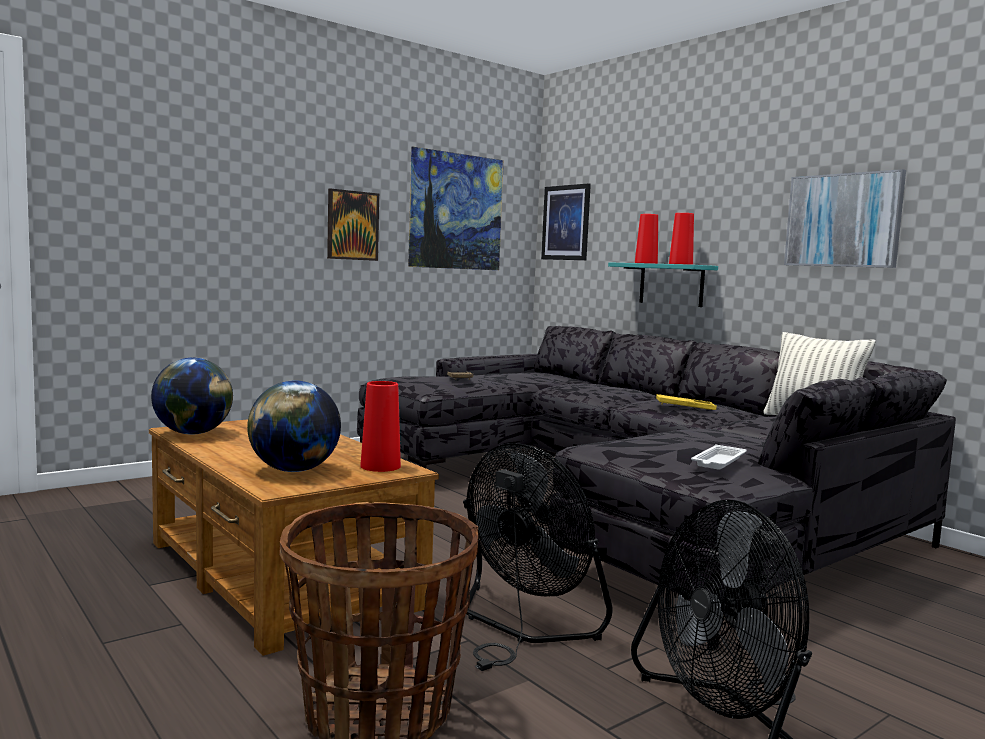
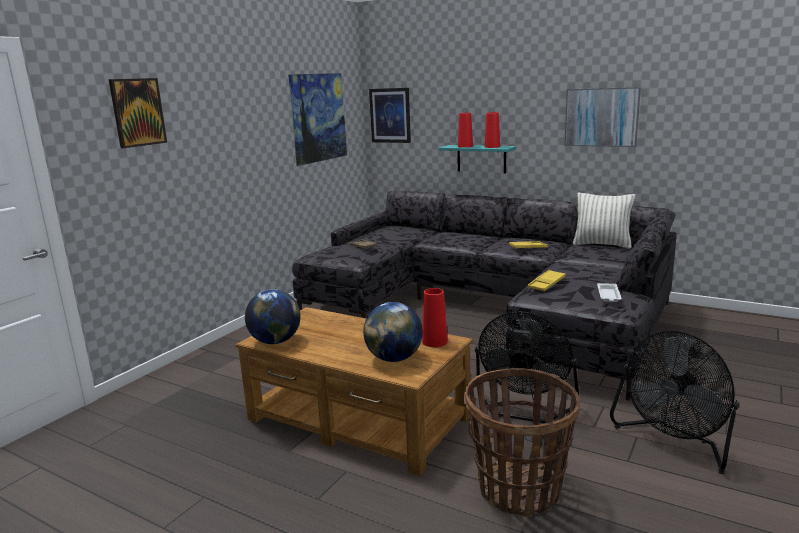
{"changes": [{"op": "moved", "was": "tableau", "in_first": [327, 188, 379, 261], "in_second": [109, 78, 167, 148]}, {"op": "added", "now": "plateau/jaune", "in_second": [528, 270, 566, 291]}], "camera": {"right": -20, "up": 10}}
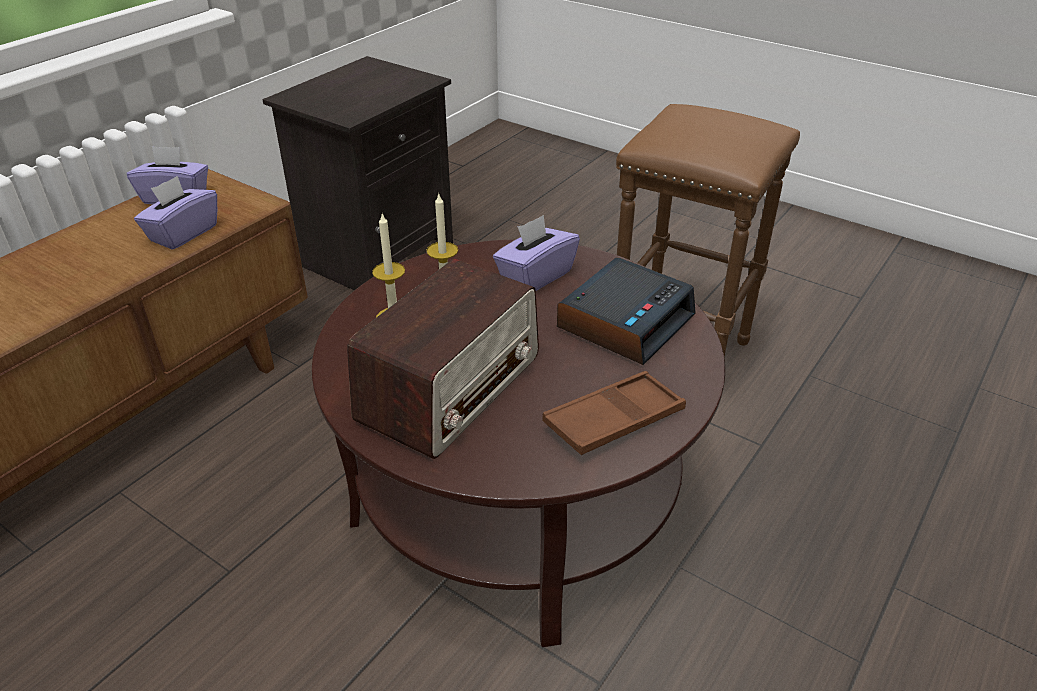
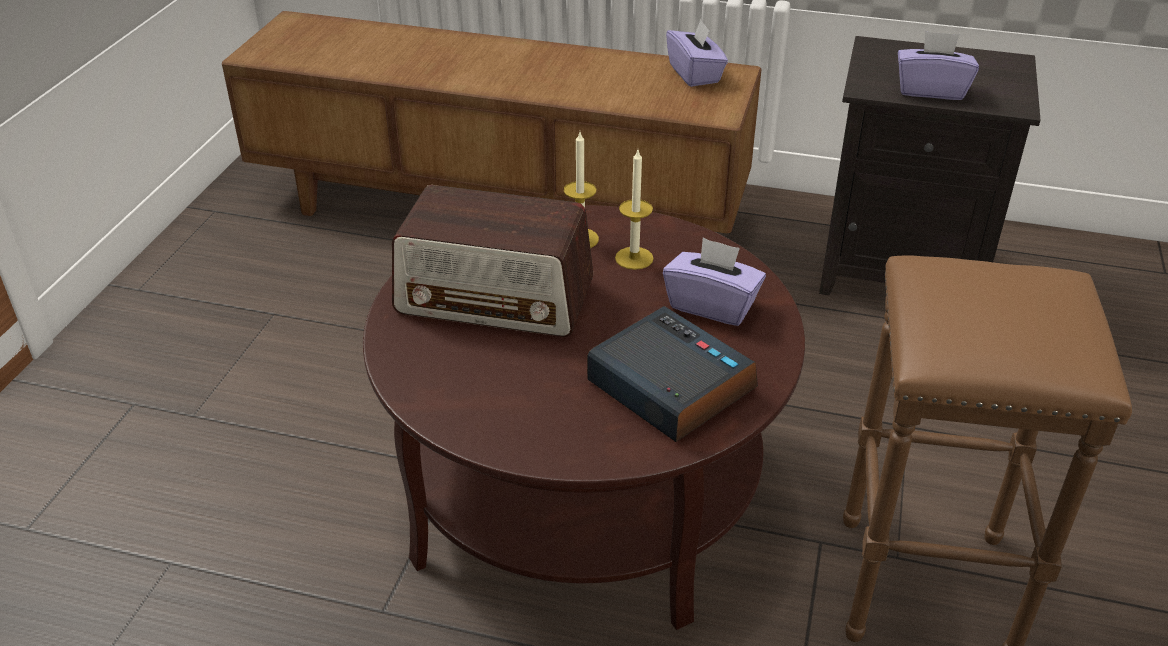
{"changes": [{"op": "moved", "was": "boîte à mouchoirs/violet", "in_first": [134, 176, 217, 250], "in_second": [898, 31, 979, 100]}, {"op": "turned", "was": "réveil", "in_first": [557, 257, 696, 365], "in_second": [587, 306, 758, 442], "clockwise": -150}, {"op": "removed", "was": "plateau/marron", "in_first": [542, 371, 686, 455]}], "camera": {"right": 70, "up": 0}}
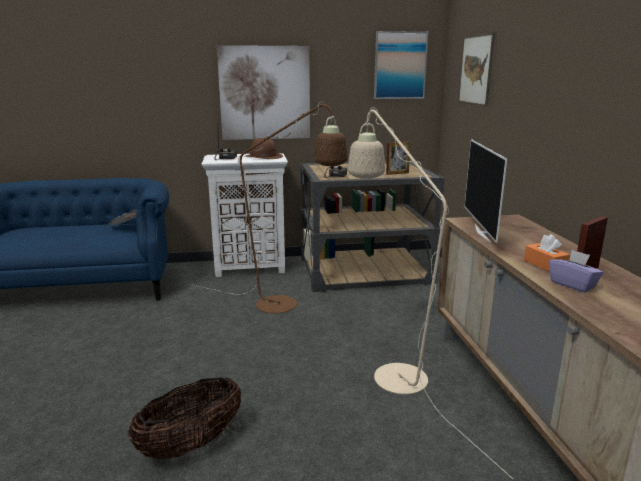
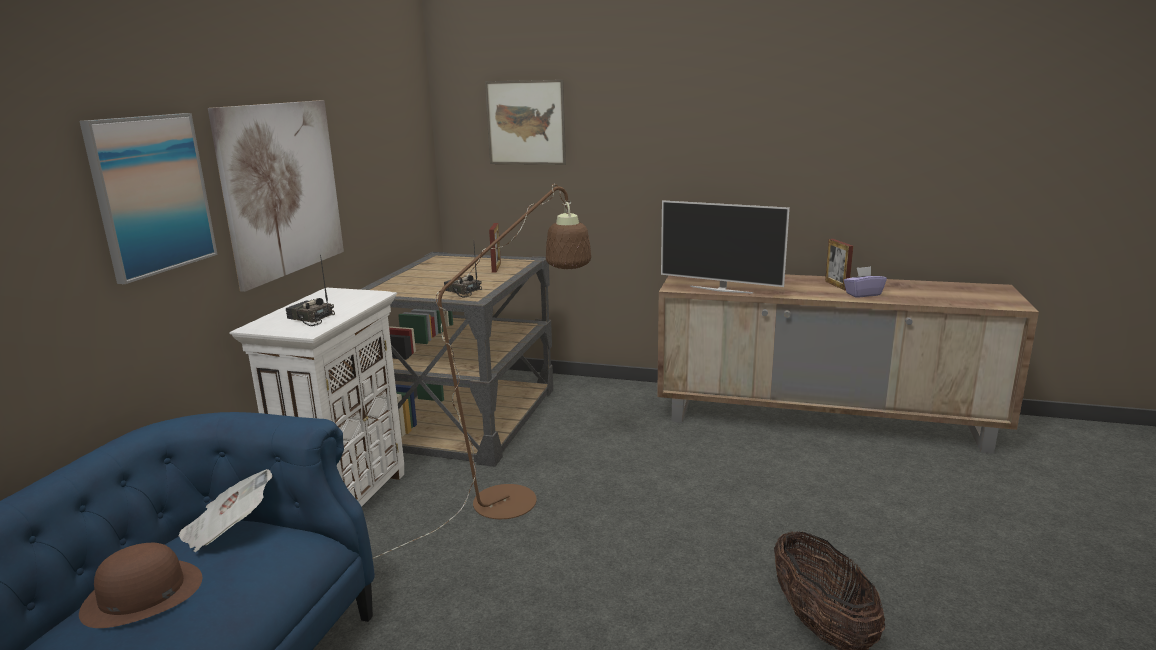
{"changes": [{"op": "moved", "was": "tableau", "in_first": [374, 31, 428, 99], "in_second": [79, 113, 218, 284]}, {"op": "removed", "was": "lampadaire/beige", "in_first": [348, 107, 513, 479]}, {"op": "moved", "was": "chapeau/marron", "in_first": [245, 138, 283, 159], "in_second": [79, 543, 202, 628]}, {"op": "removed", "was": "boîte à mouchoirs/orange", "in_first": [524, 234, 570, 272]}], "camera": {"right": -65, "up": 0}}
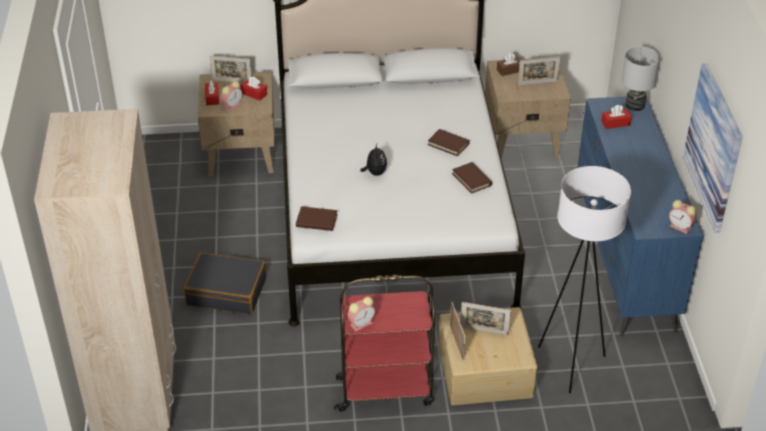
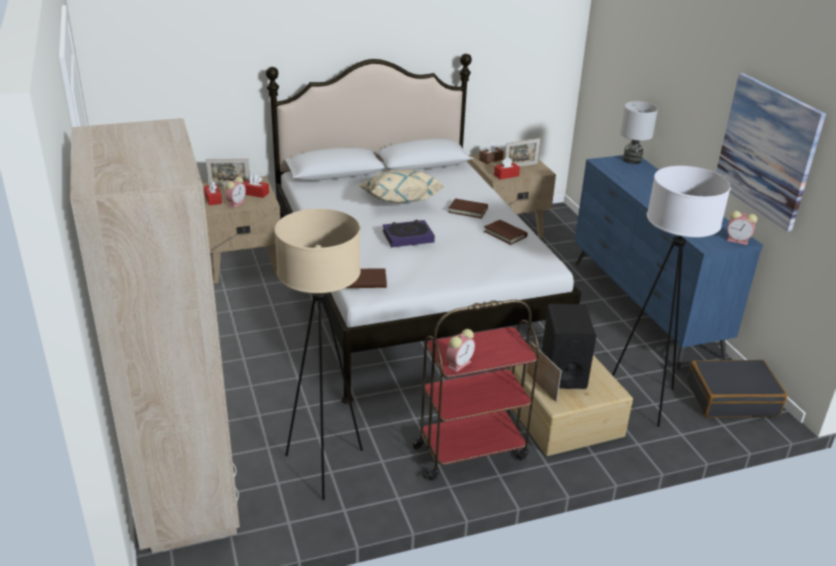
{"changes": [{"op": "moved", "was": "boîte à mouchoirs/rouge", "in_first": [601, 105, 632, 129], "in_second": [494, 157, 520, 180]}, {"op": "replaced", "was": "peluche", "now": "livre", "in_first": [360, 144, 387, 176], "in_second": [382, 220, 435, 247]}, {"op": "moved", "was": "valise/noir", "in_first": [184, 253, 266, 314], "in_second": [687, 360, 787, 418]}, {"op": "replaced", "was": "cadre photo", "now": "enceinte/noir", "in_first": [461, 302, 511, 335], "in_second": [542, 304, 596, 389]}, {"op": "added", "now": "coussin/beige", "in_second": [359, 170, 445, 203]}, {"op": "added", "now": "lampadaire/beige", "in_second": [274, 209, 363, 500]}], "camera": {"right": -15, "up": -10}}
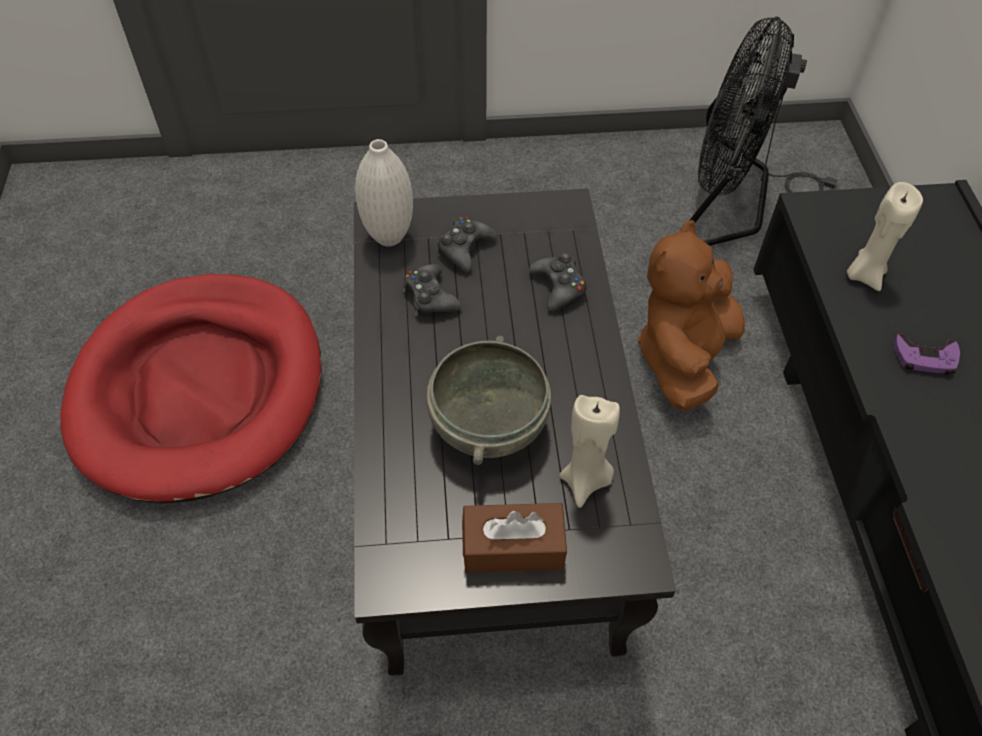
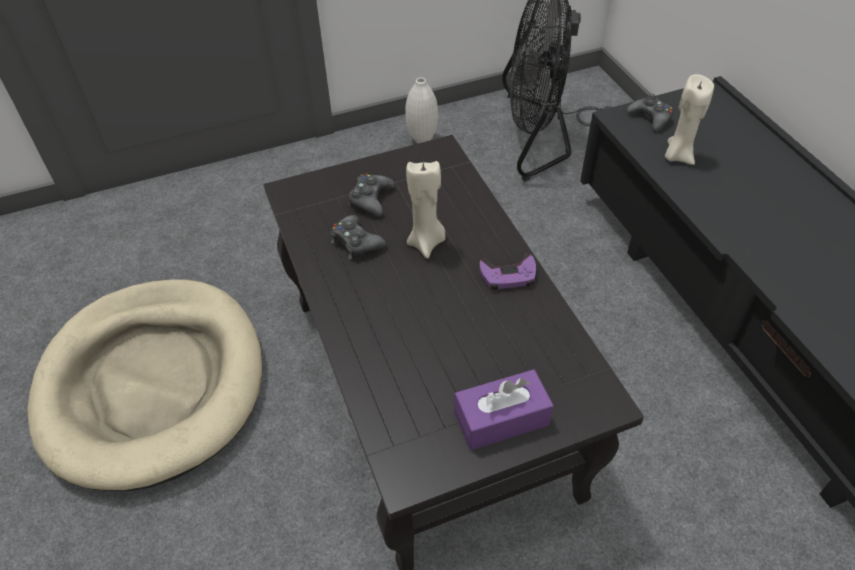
{"changes": [{"op": "moved", "was": "vase/blanc", "in_first": [355, 139, 413, 247], "in_second": [406, 77, 438, 143]}, {"op": "removed", "was": "peluche/marron", "in_first": [637, 220, 745, 411]}, {"op": "moved", "was": "manette/noir", "in_first": [529, 253, 587, 311], "in_second": [627, 93, 674, 131]}, {"op": "recoloured", "was": "panier pour chien/rouge", "now": "panier pour chien/beige", "in_first": [60, 274, 322, 503], "in_second": [28, 279, 262, 491]}, {"op": "moved", "was": "manette/violet", "in_first": [894, 333, 960, 375], "in_second": [479, 254, 536, 290]}, {"op": "removed", "was": "bol/gris", "in_first": [426, 336, 551, 465]}, {"op": "moved", "was": "bougie/beige", "in_first": [559, 395, 620, 508], "in_second": [406, 161, 445, 259]}, {"op": "recoloured", "was": "boîte à mouchoirs/marron", "now": "boîte à mouchoirs/violet", "in_first": [462, 503, 567, 573], "in_second": [454, 369, 554, 450]}], "camera": {"right": -15, "up": -5}}
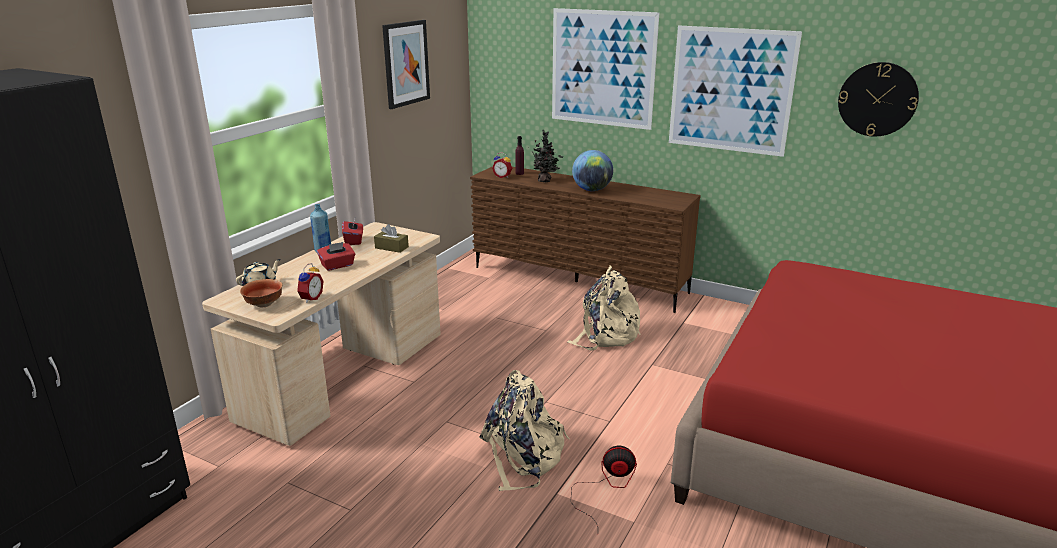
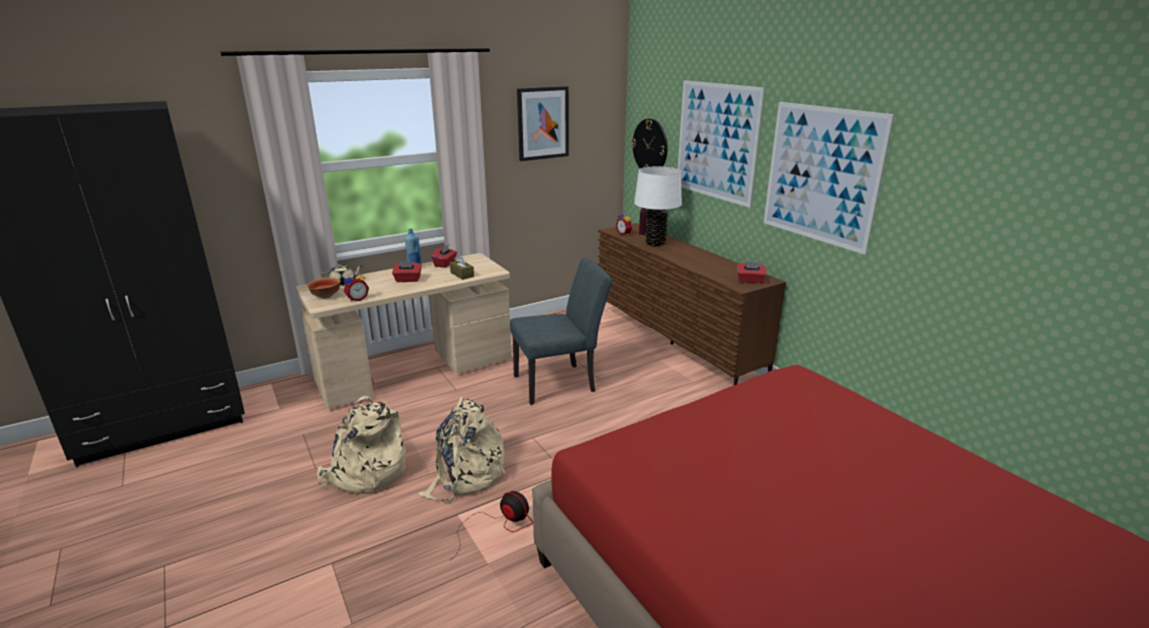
{"changes": [{"op": "moved", "was": "horloge murale", "in_first": [838, 62, 919, 136], "in_second": [631, 119, 668, 169]}, {"op": "replaced", "was": "plante en pot", "now": "lampe de table/blanc", "in_first": [532, 130, 563, 182], "in_second": [634, 166, 682, 247]}, {"op": "removed", "was": "globe", "in_first": [572, 150, 613, 191]}, {"op": "moved", "was": "sac à dos/beige", "in_first": [567, 266, 640, 351], "in_second": [317, 396, 406, 494]}, {"op": "added", "now": "chaise/gris", "in_second": [510, 257, 612, 405]}, {"op": "added", "now": "boîte à mouchoirs/rouge", "in_second": [737, 262, 766, 284]}], "camera": {"right": 30, "up": 0}}
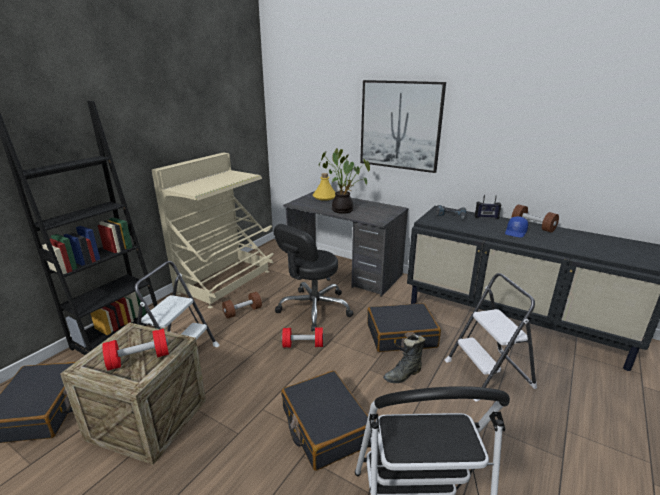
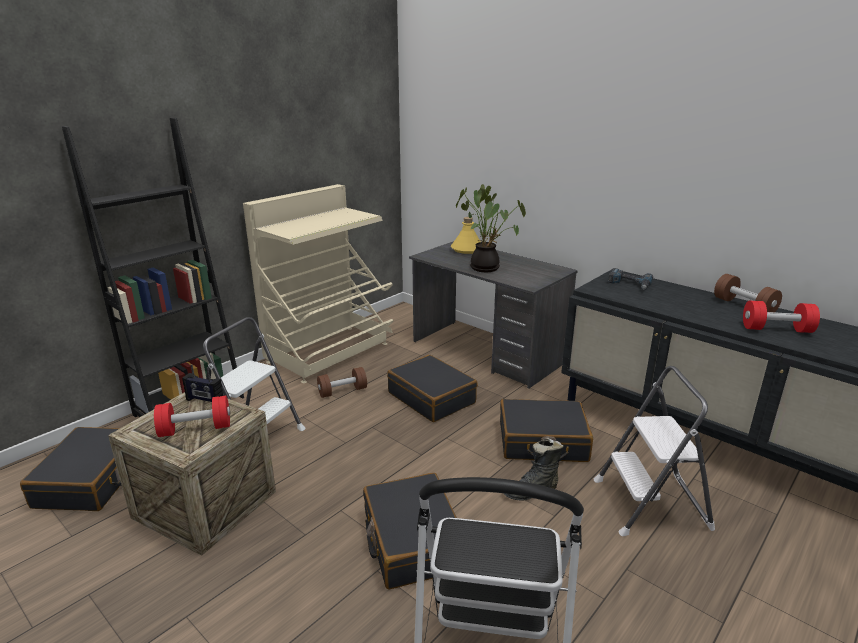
{"changes": [{"op": "removed", "was": "tableau", "in_first": [360, 80, 446, 173]}, {"op": "moved", "was": "radio", "in_first": [475, 195, 501, 219], "in_second": [182, 364, 223, 402]}, {"op": "removed", "was": "casquette/bleu", "in_first": [505, 216, 528, 238]}, {"op": "replaced", "was": "chaise de bureau/noir", "now": "valise/noir", "in_first": [274, 224, 354, 331], "in_second": [387, 355, 478, 422]}, {"op": "moved", "was": "haltère/rouge", "in_first": [282, 327, 324, 348], "in_second": [743, 301, 820, 333]}], "camera": {"right": 10, "up": 0}}
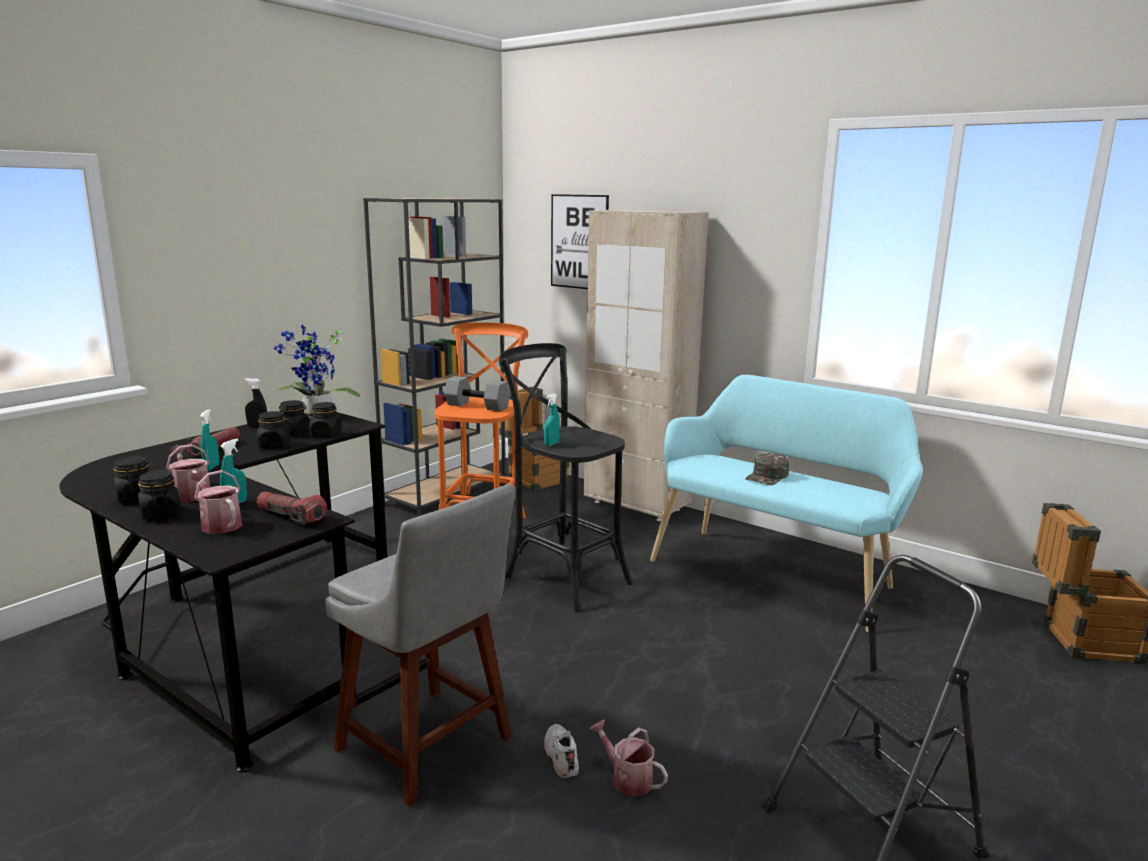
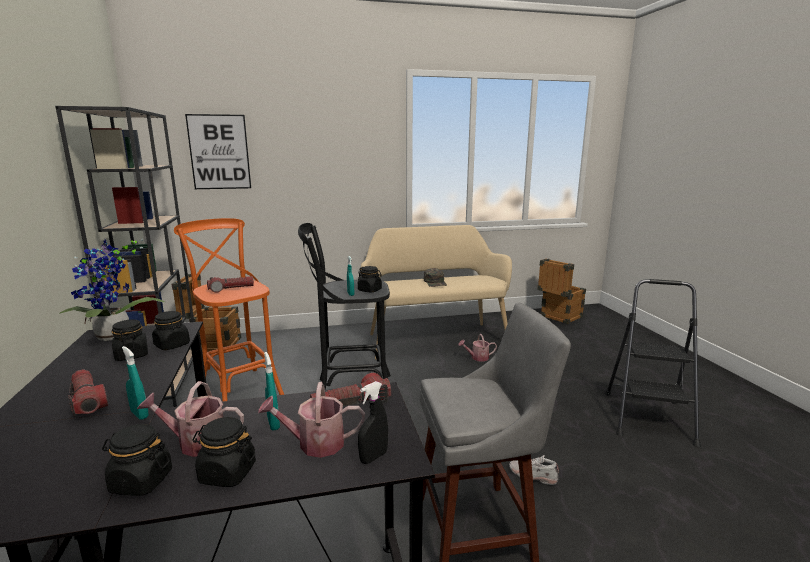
{"changes": [{"op": "removed", "was": "meuble de rangement/beige", "in_first": [584, 210, 708, 521]}, {"op": "recoloured", "was": "banc/turquoise", "now": "banc/beige", "in_first": [650, 375, 923, 633], "in_second": [361, 225, 512, 360]}, {"op": "replaced", "was": "haltère/gris", "now": "lampe de poche", "in_first": [444, 376, 510, 411], "in_second": [207, 276, 254, 293]}, {"op": "moved", "was": "vaporisateur/noir", "in_first": [244, 378, 267, 428], "in_second": [358, 381, 388, 464]}, {"op": "moved", "was": "bocal/noir", "in_first": [257, 411, 290, 448], "in_second": [358, 266, 382, 293]}, {"op": "moved", "was": "arrosoir", "in_first": [589, 720, 668, 797], "in_second": [458, 334, 497, 362]}], "camera": {"right": -50, "up": 0}}
